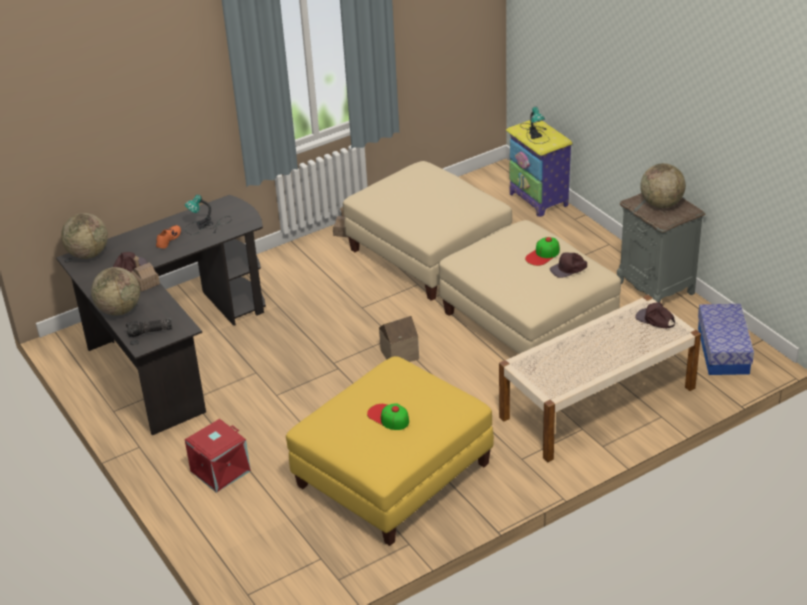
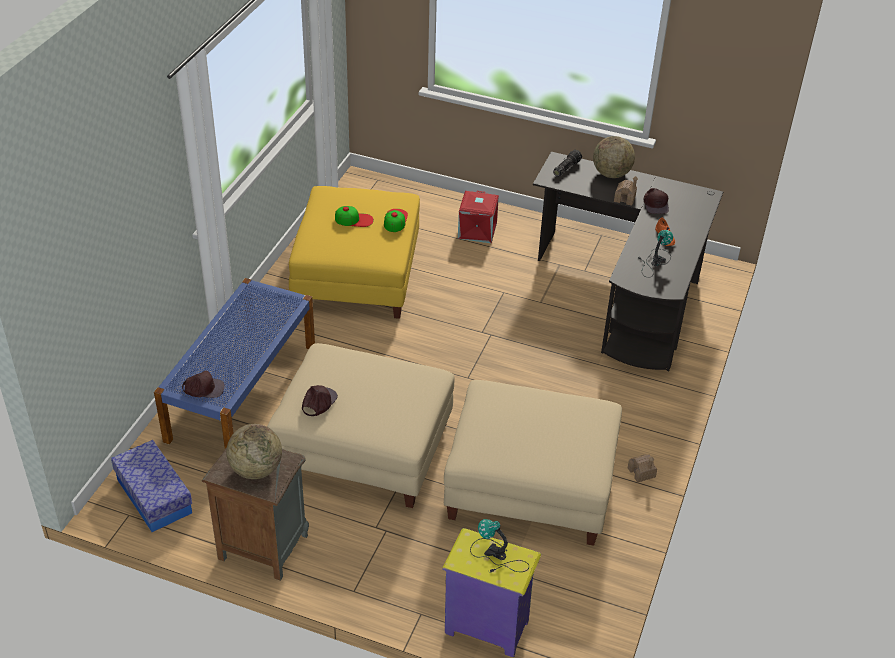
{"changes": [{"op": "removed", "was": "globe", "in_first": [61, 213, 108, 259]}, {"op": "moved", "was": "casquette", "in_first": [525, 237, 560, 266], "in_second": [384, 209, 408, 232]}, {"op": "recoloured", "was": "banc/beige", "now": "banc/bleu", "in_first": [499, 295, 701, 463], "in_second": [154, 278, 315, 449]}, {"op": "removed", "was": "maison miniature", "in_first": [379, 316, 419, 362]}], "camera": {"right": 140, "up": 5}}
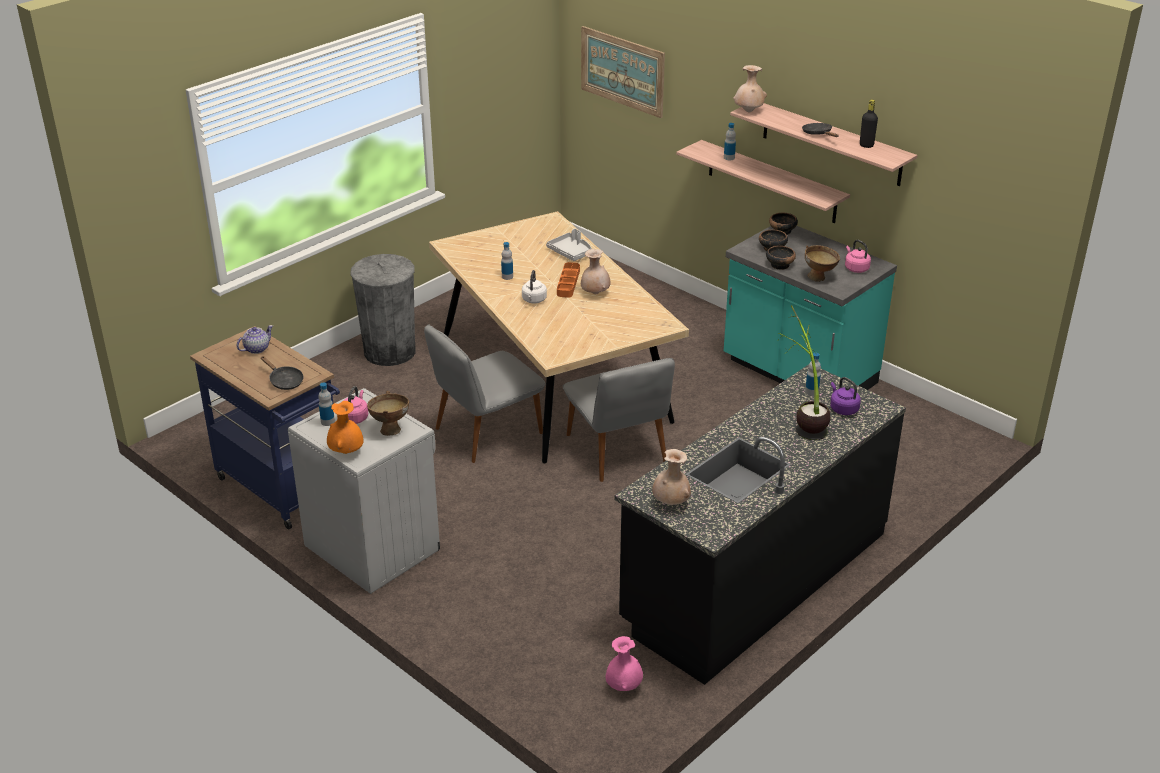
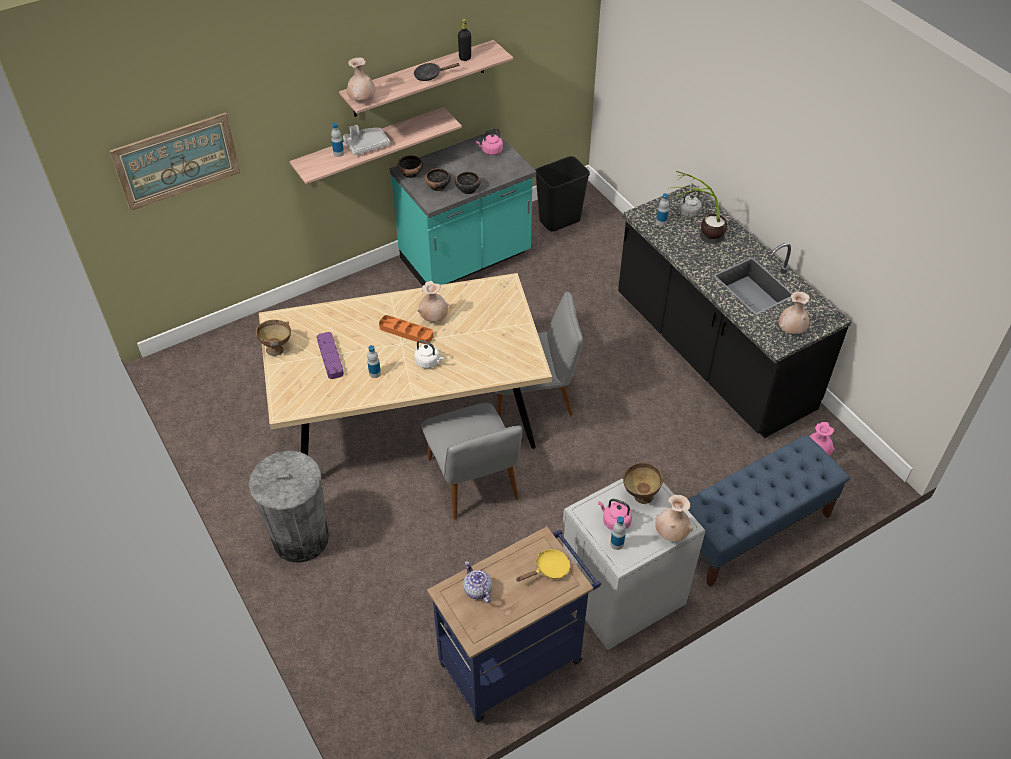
{"changes": [{"op": "moved", "was": "plateau/gris", "in_first": [546, 228, 592, 261], "in_second": [343, 125, 390, 155]}, {"op": "moved", "was": "bol/marron", "in_first": [805, 245, 840, 282], "in_second": [256, 320, 291, 356]}, {"op": "recoloured", "was": "poêle/noir", "now": "poêle/jaune", "in_first": [261, 356, 304, 390], "in_second": [516, 549, 571, 582]}, {"op": "recoloured", "was": "bouilloire/violet", "now": "bouilloire/gris", "in_first": [830, 377, 861, 415], "in_second": [674, 190, 702, 218]}, {"op": "recoloured", "was": "vase/orange", "now": "vase/beige", "in_first": [327, 401, 364, 454], "in_second": [655, 495, 693, 542]}, {"op": "added", "now": "poubelle/noir", "in_second": [535, 156, 590, 232]}, {"op": "added", "now": "plateau/violet", "in_second": [317, 332, 344, 379]}, {"op": "added", "now": "banc/bleu", "in_second": [688, 435, 850, 587]}], "camera": {"right": -75, "up": 15}}
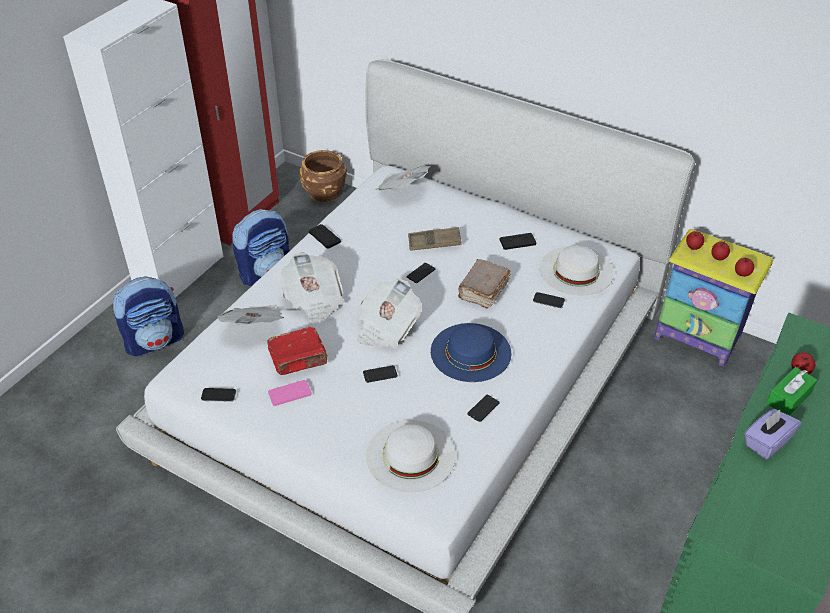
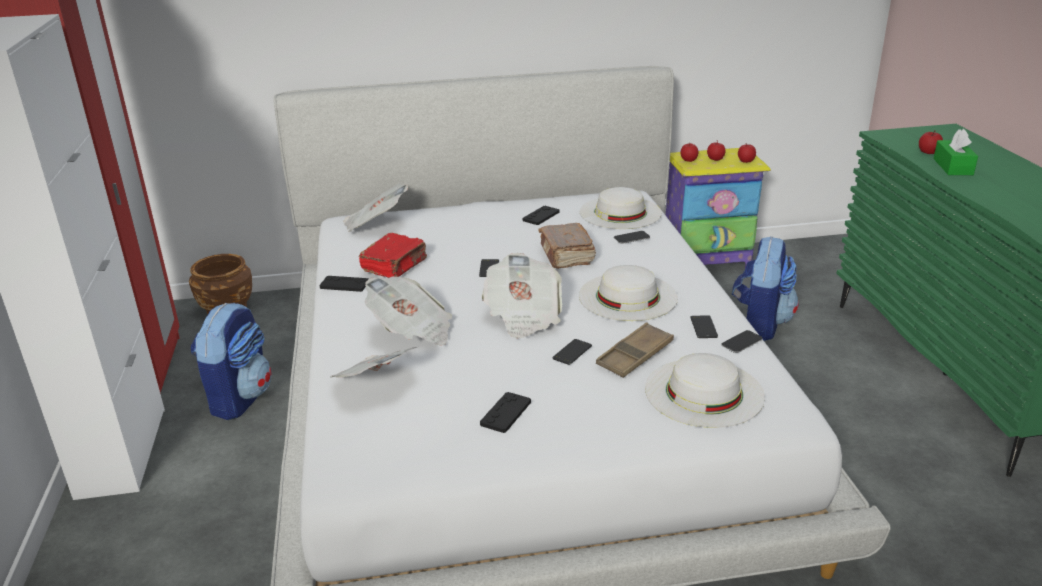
{"changes": [{"op": "moved", "was": "plateau/marron", "in_first": [408, 227, 462, 251], "in_second": [596, 322, 674, 378]}, {"op": "moved", "was": "sac à dos", "in_first": [113, 276, 184, 356], "in_second": [732, 236, 799, 341]}, {"op": "recoloured", "was": "chapeau/bleu", "now": "chapeau/blanc", "in_first": [431, 323, 512, 382], "in_second": [579, 265, 678, 321]}, {"op": "moved", "was": "livre/rouge", "in_first": [267, 327, 328, 375], "in_second": [359, 233, 427, 278]}, {"op": "recoloured", "was": "manette/rose", "now": "manette/noir", "in_first": [268, 380, 312, 406], "in_second": [480, 392, 531, 433]}, {"op": "moved", "was": "téléphone", "in_first": [201, 388, 236, 402], "in_second": [721, 330, 762, 353]}, {"op": "removed", "was": "boîte à mouchoirs/violet", "in_first": [745, 409, 801, 459]}], "camera": {"right": -40, "up": -15}}
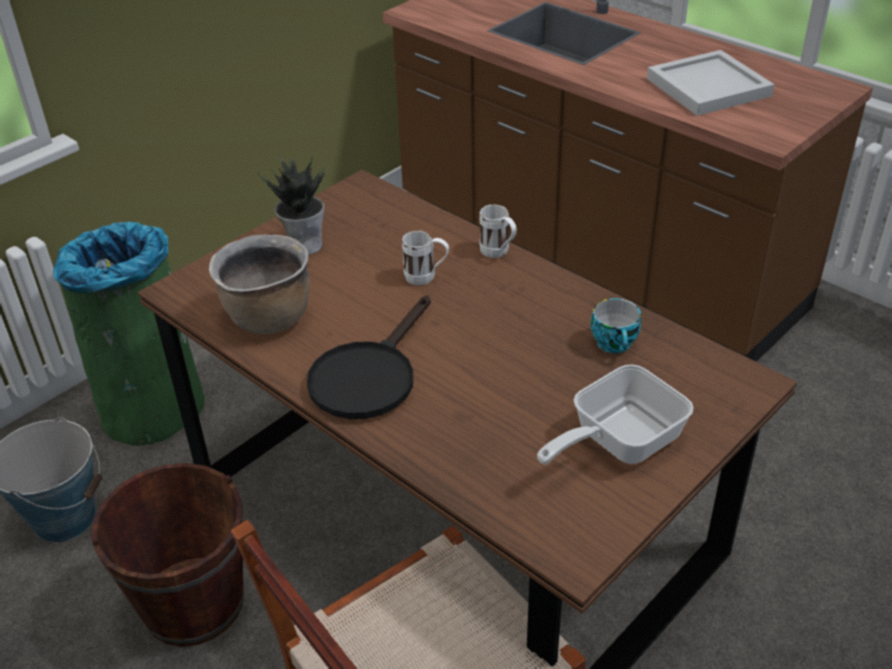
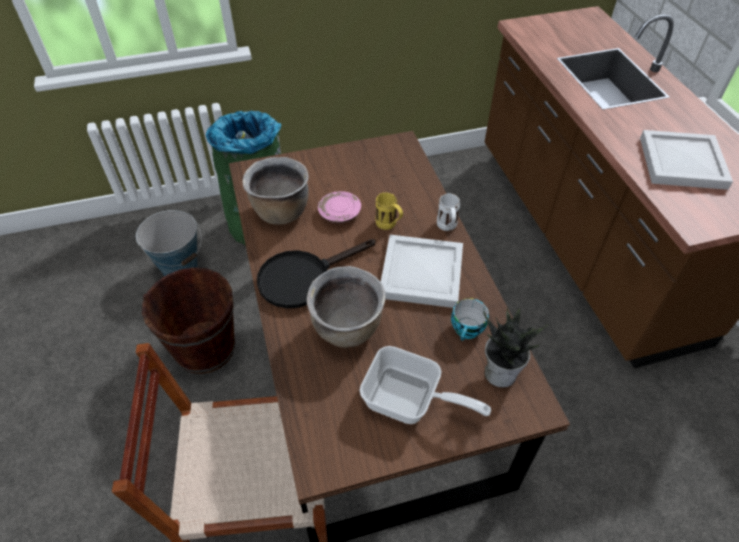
{"changes": [{"op": "moved", "was": "plante en pot", "in_first": [257, 154, 327, 255], "in_second": [484, 307, 548, 388]}, {"op": "recoloured", "was": "mug/blanc", "now": "mug/jaune", "in_first": [402, 231, 449, 285], "in_second": [376, 192, 403, 230]}, {"op": "turned", "was": "poêle", "in_first": [537, 365, 694, 465], "in_second": [360, 346, 491, 424], "clockwise": -150}, {"op": "added", "now": "assiette/rose", "in_second": [318, 191, 361, 223]}, {"op": "added", "now": "plateau/blanc", "in_second": [381, 235, 463, 308]}, {"op": "added", "now": "marmite/marron", "in_second": [307, 266, 386, 348]}], "camera": {"right": 30, "up": 10}}
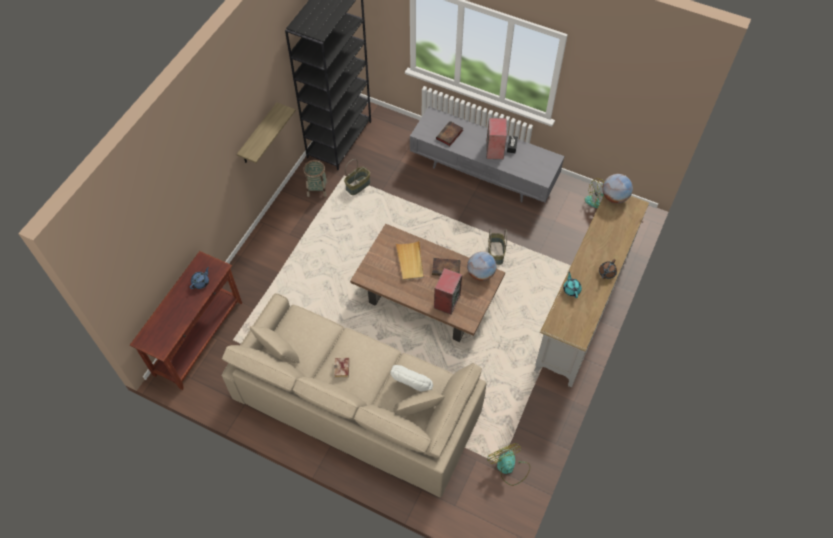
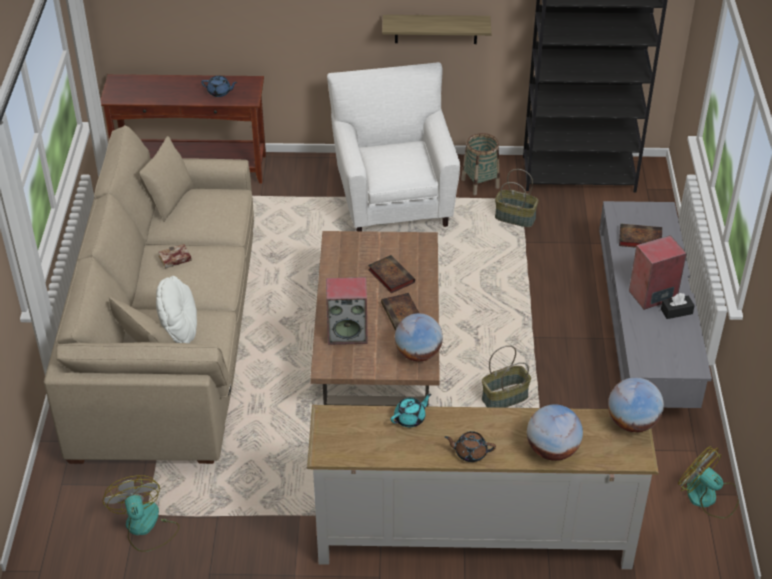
{"changes": [{"op": "replaced", "was": "plateau/beige", "now": "livre", "in_first": [396, 241, 424, 280], "in_second": [368, 255, 415, 293]}, {"op": "turned", "was": "ventilateur", "in_first": [488, 443, 530, 486], "in_second": [103, 475, 180, 552], "clockwise": -60}, {"op": "added", "now": "fauteuil/blanc", "in_second": [327, 62, 460, 231]}, {"op": "added", "now": "globe", "in_second": [527, 405, 583, 461]}], "camera": {"right": 65, "up": -15}}
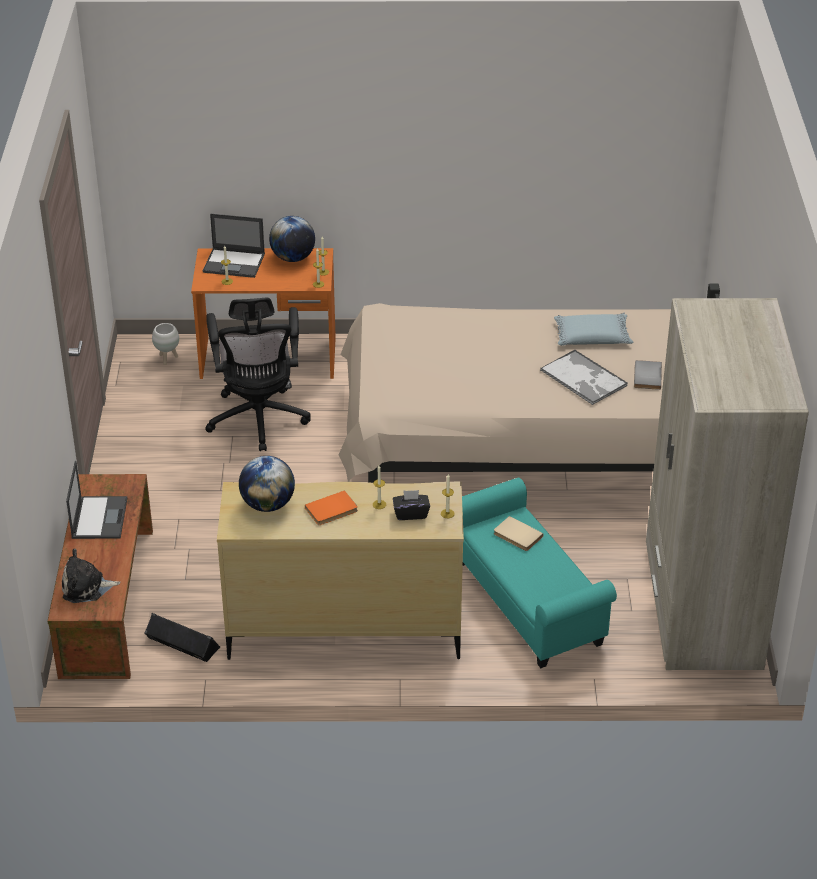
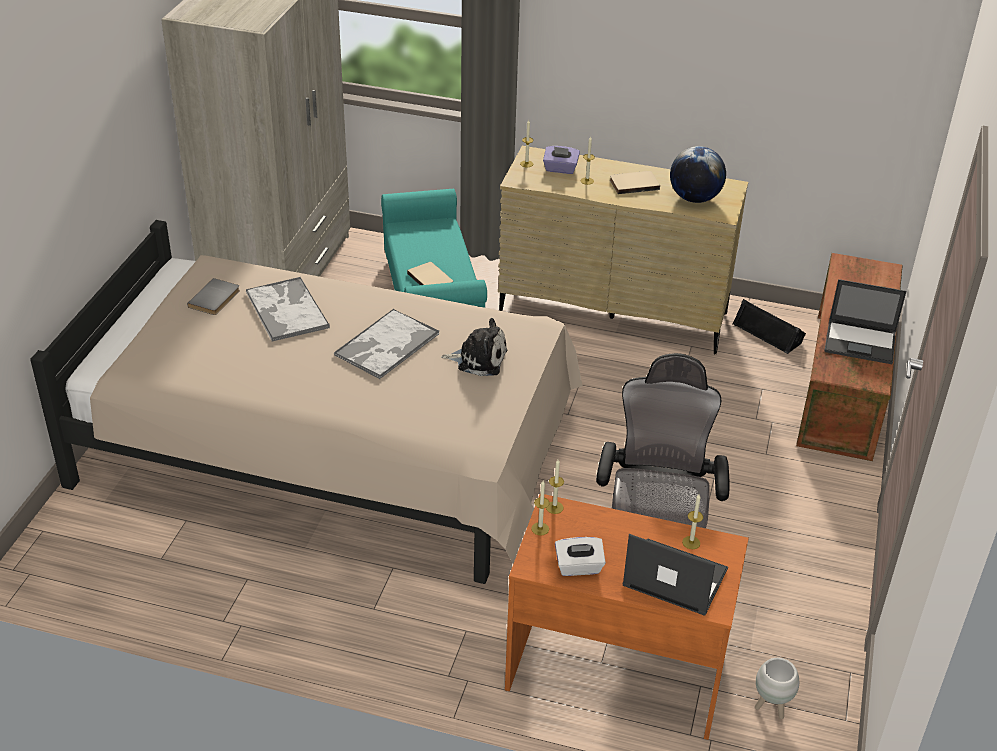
{"changes": [{"op": "replaced", "was": "globe", "now": "boîte à mouchoirs/blanc", "in_first": [269, 216, 315, 262], "in_second": [555, 537, 606, 576]}, {"op": "removed", "was": "coussin/bleu", "in_first": [554, 312, 634, 346]}, {"op": "turned", "was": "ordinateur portable", "in_first": [66, 461, 127, 539], "in_second": [824, 279, 906, 364], "clockwise": -90}, {"op": "recoloured", "was": "livre/orange", "now": "livre/beige", "in_first": [305, 490, 358, 525], "in_second": [610, 171, 660, 194]}, {"op": "recoloured", "was": "boîte à mouchoirs/noir", "now": "boîte à mouchoirs/violet", "in_first": [393, 490, 430, 520], "in_second": [543, 146, 580, 174]}, {"op": "moved", "was": "peluche", "in_first": [62, 549, 121, 603], "in_second": [441, 318, 507, 376]}, {"op": "added", "now": "plateau", "in_second": [334, 309, 439, 379]}], "camera": {"right": -165, "up": 0}}
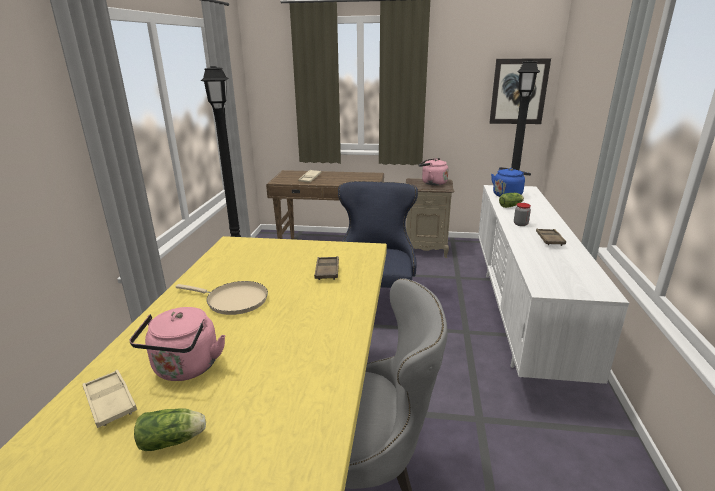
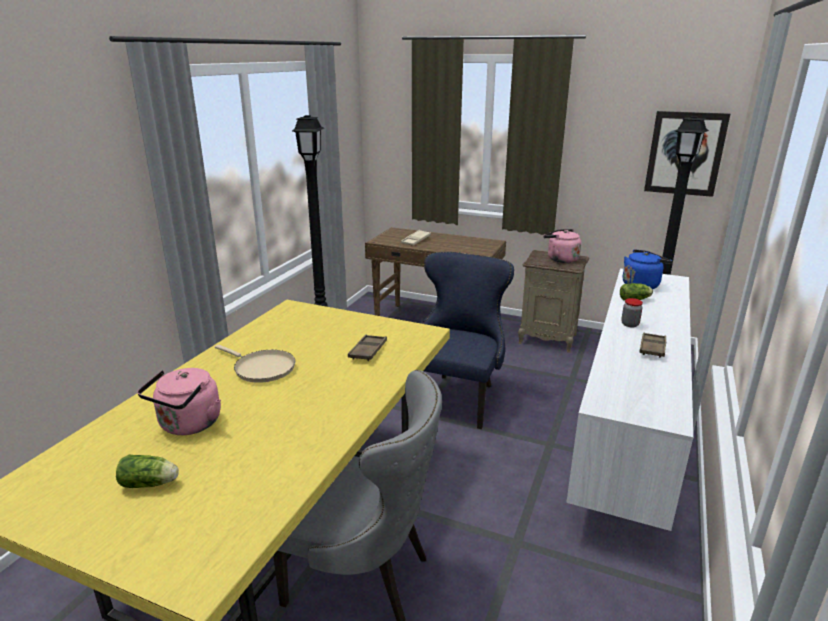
{"changes": [{"op": "removed", "was": "plateau/beige", "in_first": [82, 370, 137, 428]}], "camera": {"right": 15, "up": 0}}
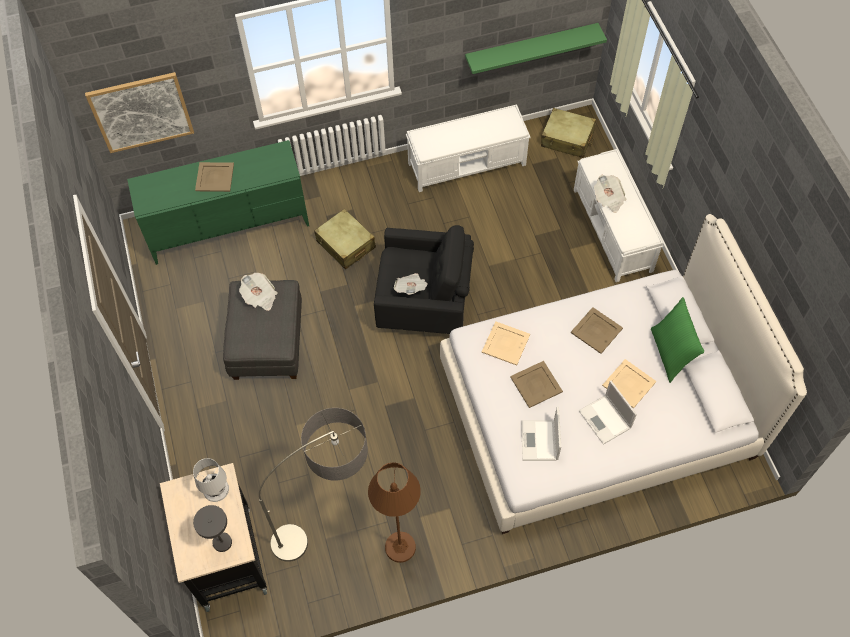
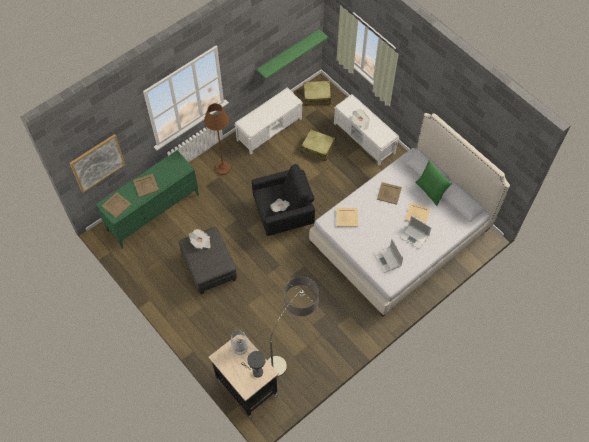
{"changes": [{"op": "moved", "was": "valise/beige", "in_first": [314, 209, 376, 269], "in_second": [301, 129, 335, 161]}, {"op": "moved", "was": "plateau/beige", "in_first": [510, 361, 563, 408], "in_second": [102, 192, 131, 218]}, {"op": "moved", "was": "lampadaire/marron", "in_first": [368, 462, 421, 563], "in_second": [204, 103, 231, 175]}], "camera": {"right": -25, "up": 0}}
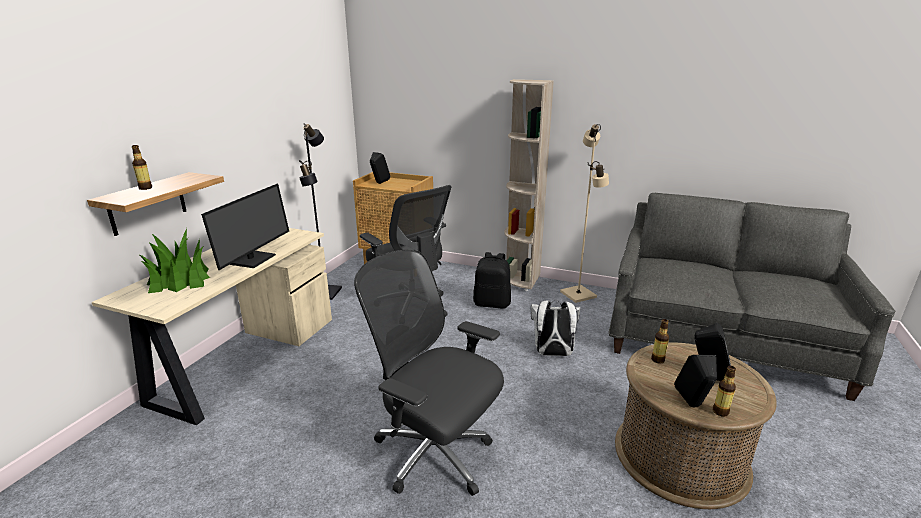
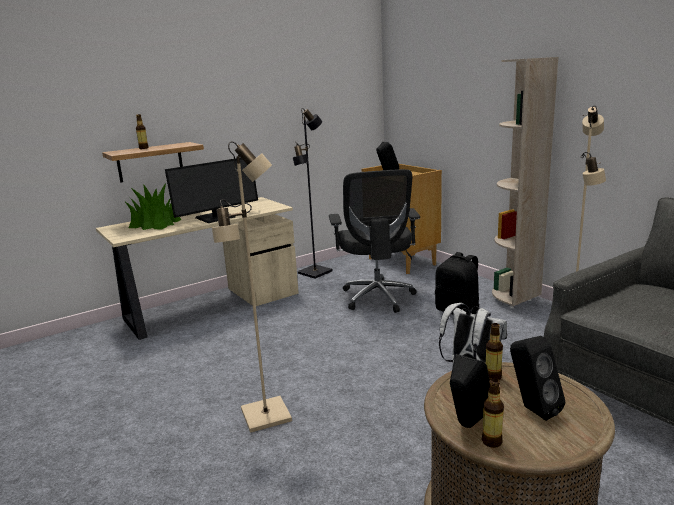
{"changes": [{"op": "replaced", "was": "chaise de bureau", "now": "lampadaire/beige", "in_first": [354, 250, 504, 496], "in_second": [212, 141, 292, 433]}], "camera": {"right": 35, "up": -5}}
